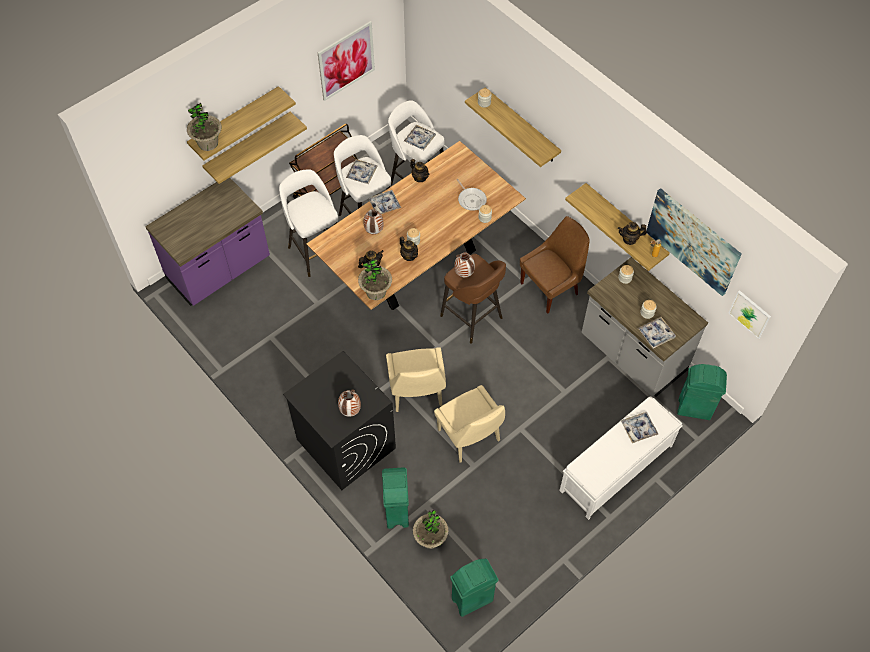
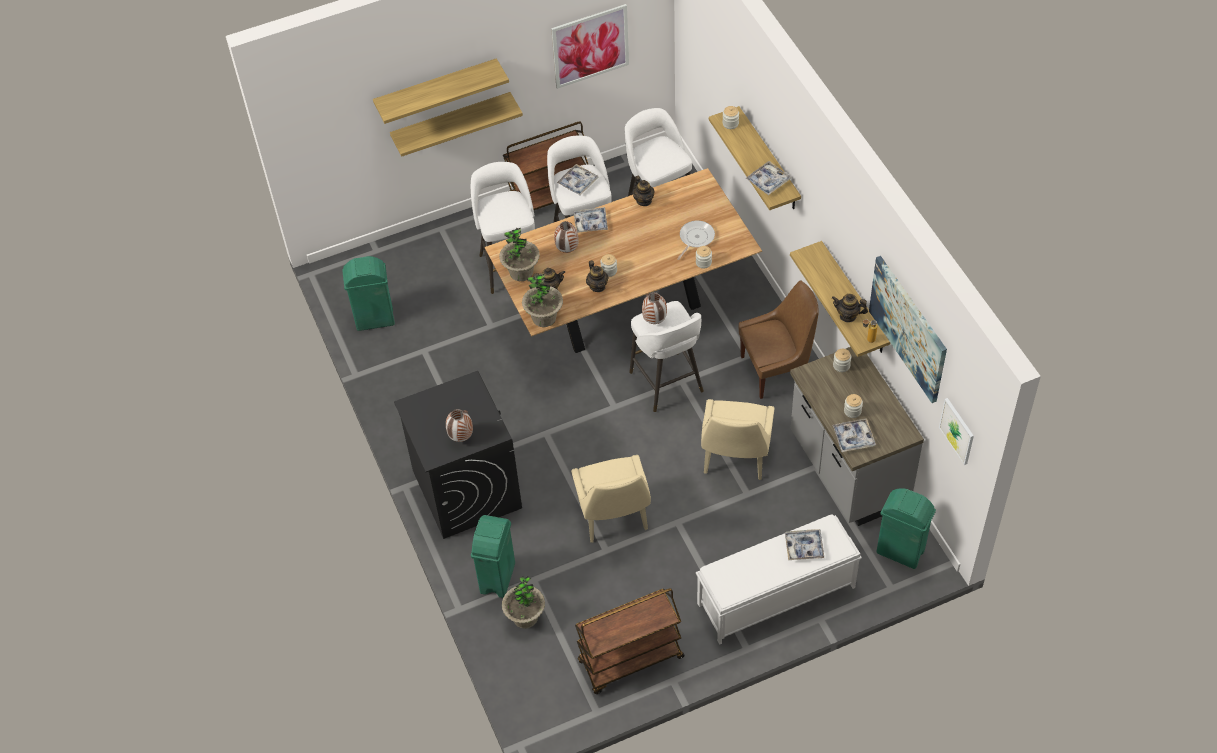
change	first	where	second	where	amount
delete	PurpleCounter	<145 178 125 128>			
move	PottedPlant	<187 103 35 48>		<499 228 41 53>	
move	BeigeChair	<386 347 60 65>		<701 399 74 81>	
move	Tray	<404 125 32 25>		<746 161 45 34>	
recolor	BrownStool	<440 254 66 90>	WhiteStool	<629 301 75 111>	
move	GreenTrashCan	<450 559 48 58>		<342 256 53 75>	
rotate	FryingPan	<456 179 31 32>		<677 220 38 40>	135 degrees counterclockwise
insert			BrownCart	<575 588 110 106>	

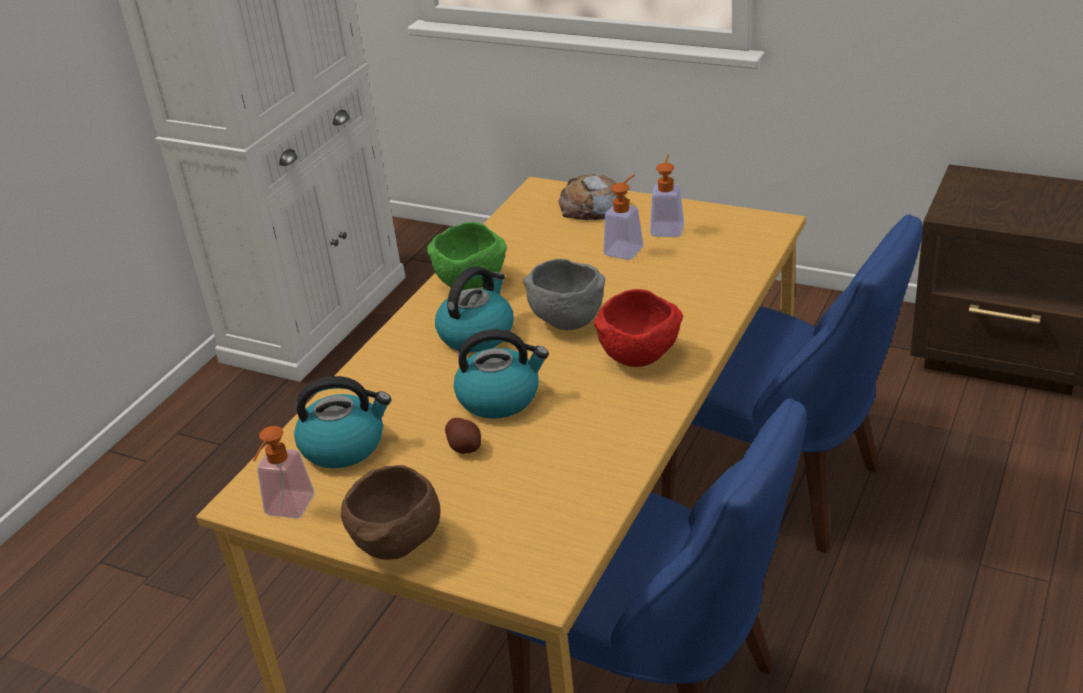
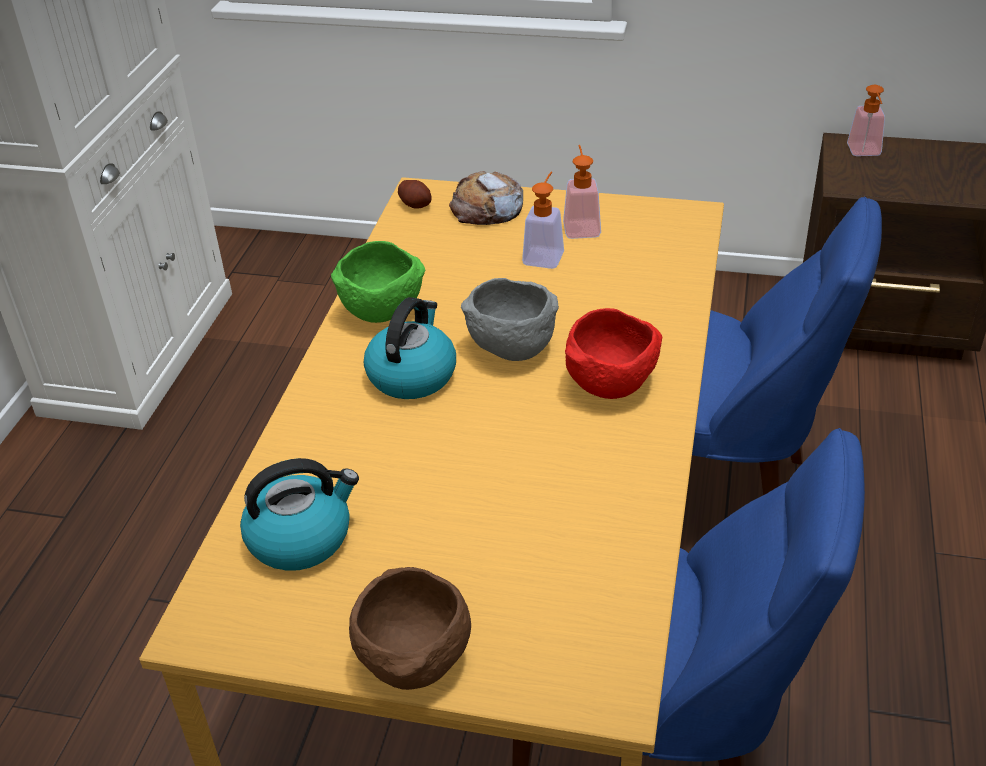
change	first	where	second	where	amount
move	SoapDispenser	<253 426 61 92>		<847 85 38 71>	
move	Potato	<445 418 36 36>		<398 180 34 29>	
delete	Kettle	<454 329 95 90>			

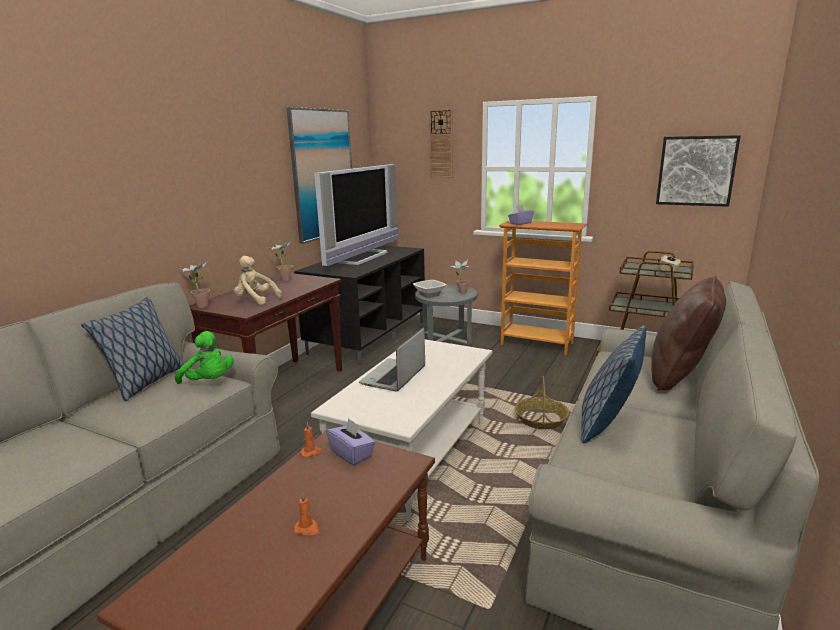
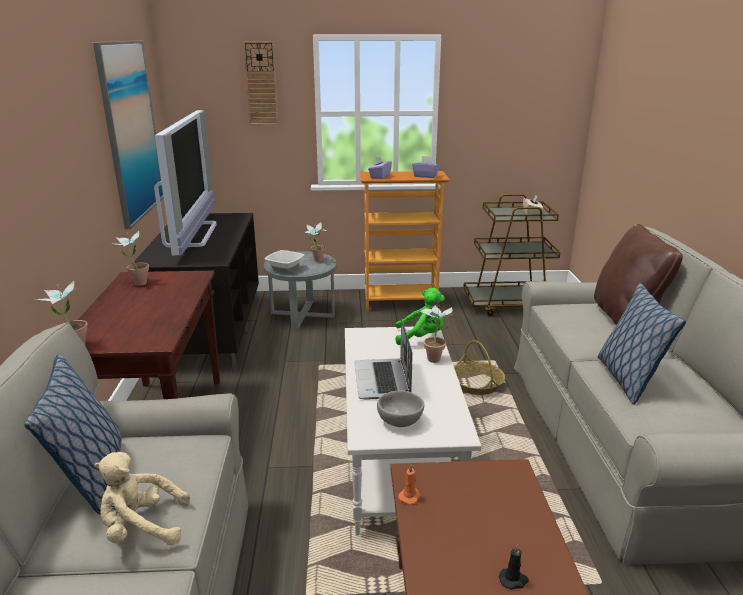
change	first	where	second	where	amount
move	GreenPlushToy	<175 331 59 53>		<396 288 49 57>	
move	BeigePlushToy	<234 256 48 49>		<95 452 95 93>	
recolor	OrangeCandle	<294 493 26 43>	BlackCandle	<499 544 30 46>	
move	PurpleTissueBox	<326 418 49 47>		<412 156 28 22>	
delete	Picture	<656 135 85 72>			
insert			GreyBowl	<377 390 47 37>	
insert			PottedPlant	<420 305 34 58>	

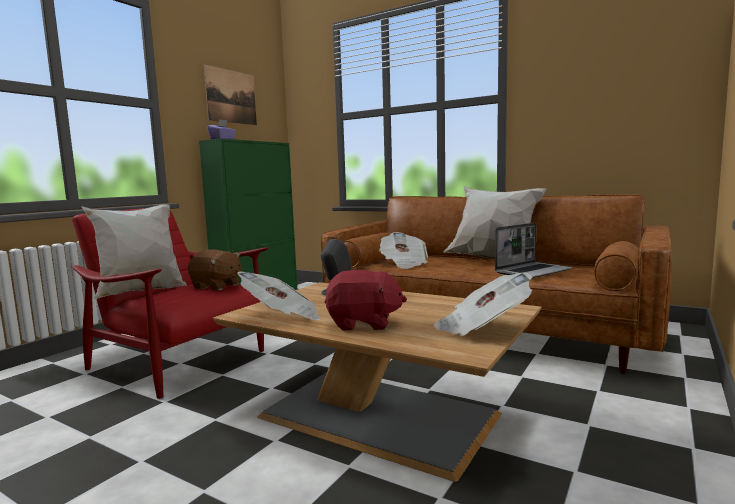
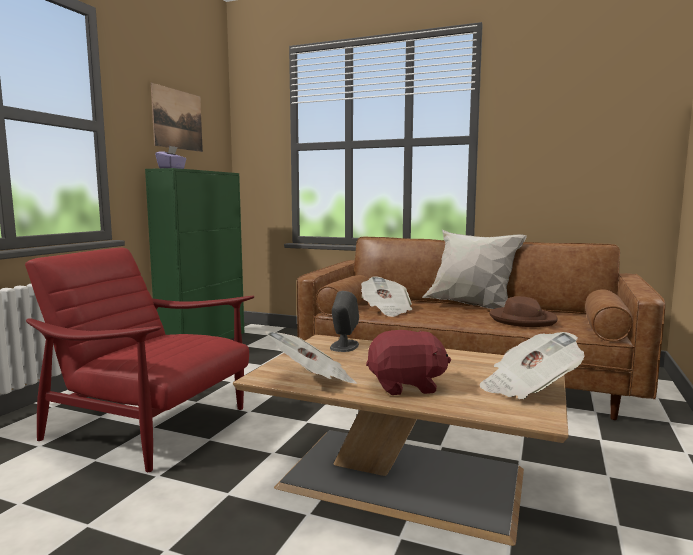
change	first	where	second	where	amount
delete	WhitePillow	<81 204 105 95>			
delete	BrownPlushToy	<188 249 53 41>			
replace	Laptop	<495 223 77 55>	BrownHat	<490 296 68 31>	

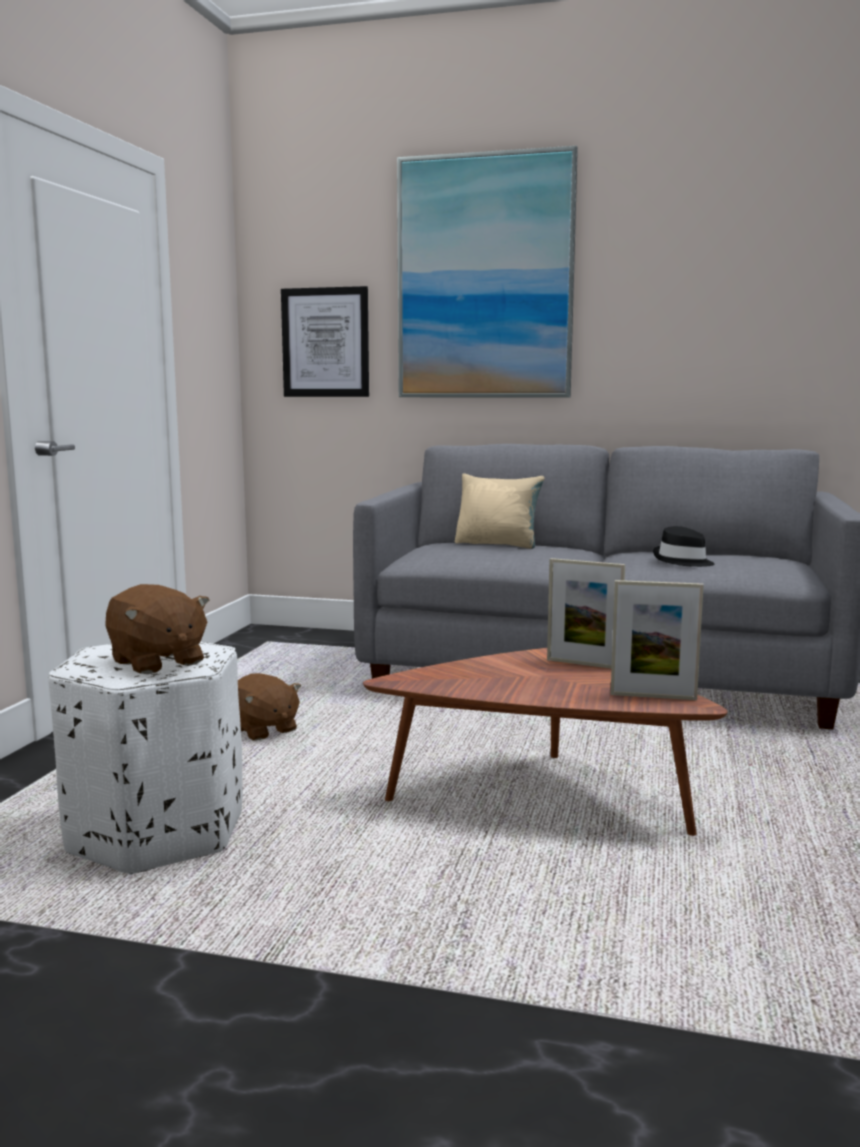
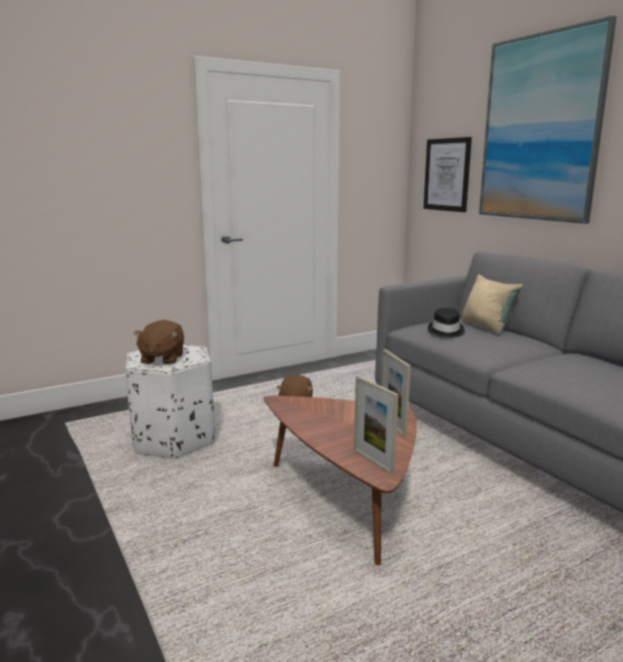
change	first	where	second	where	amount
move	BlackHat	<653 526 61 41>		<428 308 37 30>	

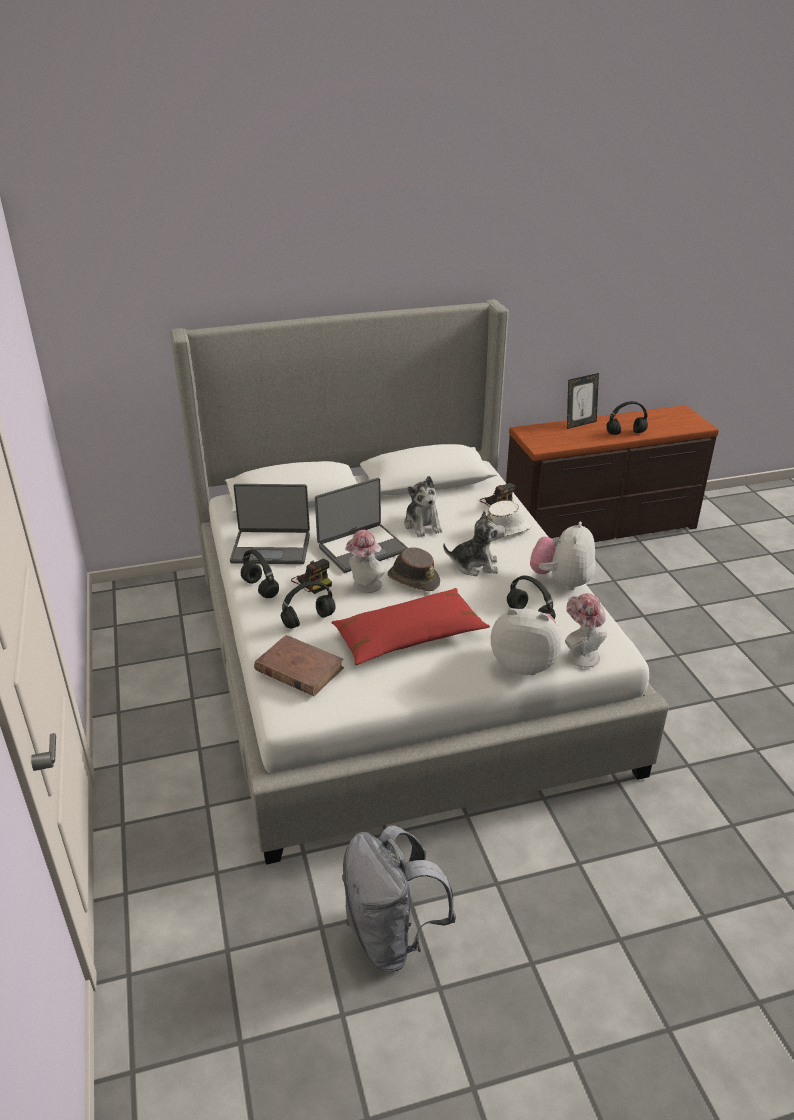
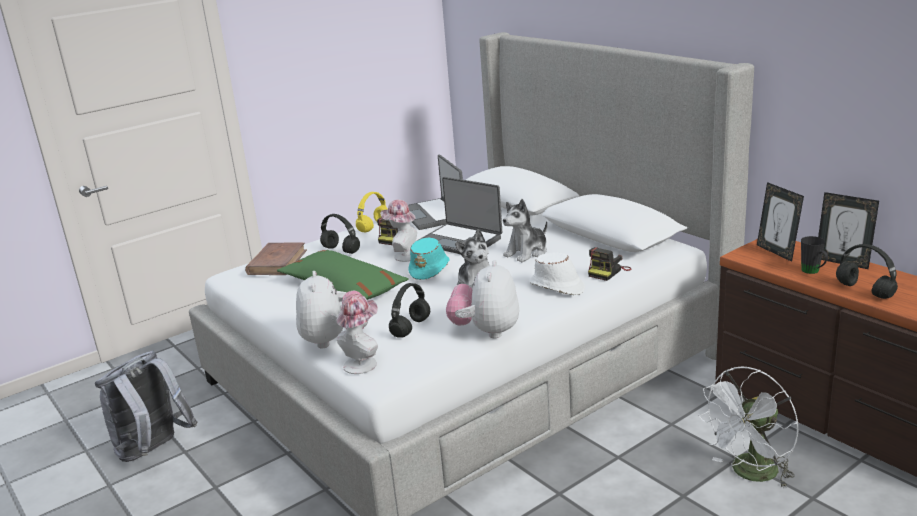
change	first	where	second	where	amount
recolor	BlackHeadphones	<241 549 38 49>	YellowHeadphones	<356 192 32 40>	
recolor	RedPillow	<332 588 158 77>	GreenPillow	<277 250 132 50>	
recolor	BrownHat	<388 547 52 44>	TurquoiseHat	<408 237 42 43>	
rotate	PlushToy	<530 522 66 68>		<446 260 73 78>	75 degrees counterclockwise
insert			WhiteFan	<698 367 100 122>	
insert			PictureFrame	<757 182 47 80>	
insert			BlackMug	<801 236 27 38>	

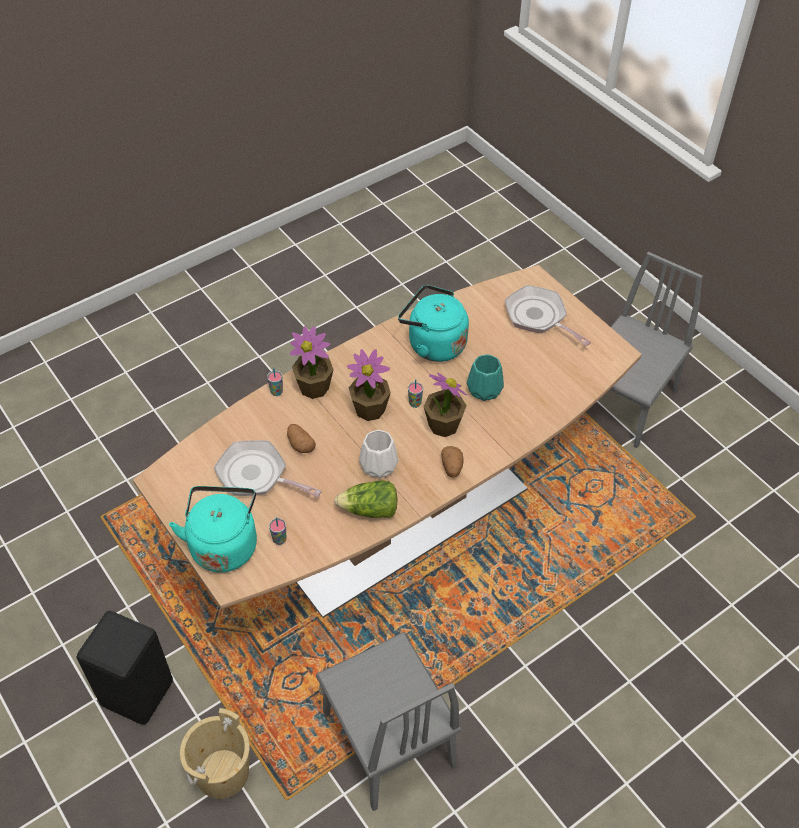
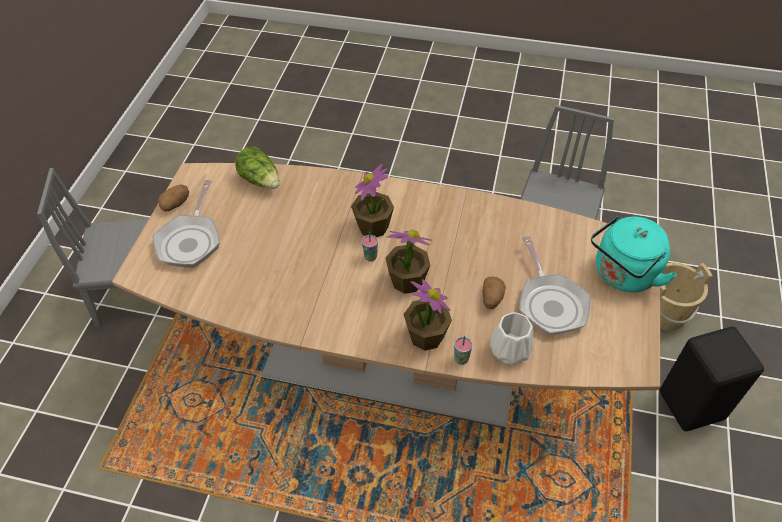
change	first	where	second	where	amount
delete	Cup	<269 517 17 28>			
move	Lettuce	<334 481 64 37>		<235 147 45 42>	
move	WhiteVase	<359 430 39 48>		<490 312 43 53>	
delete	TurquoiseKettle	<398 285 71 77>			
move	Potato	<441 446 23 32>		<158 184 31 28>	
delete	TurquoiseVase	<467 354 37 47>			

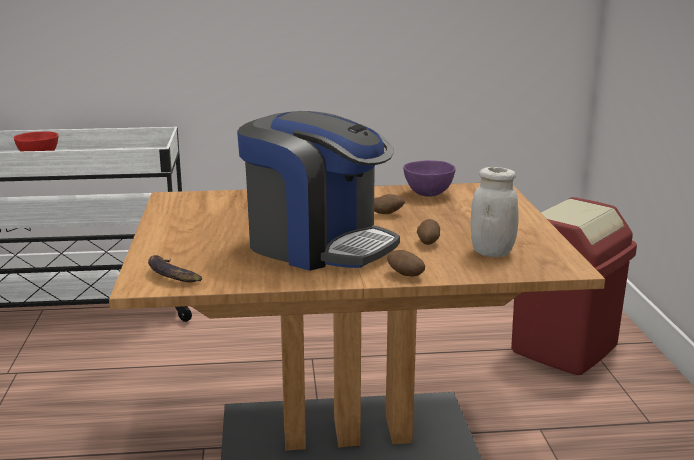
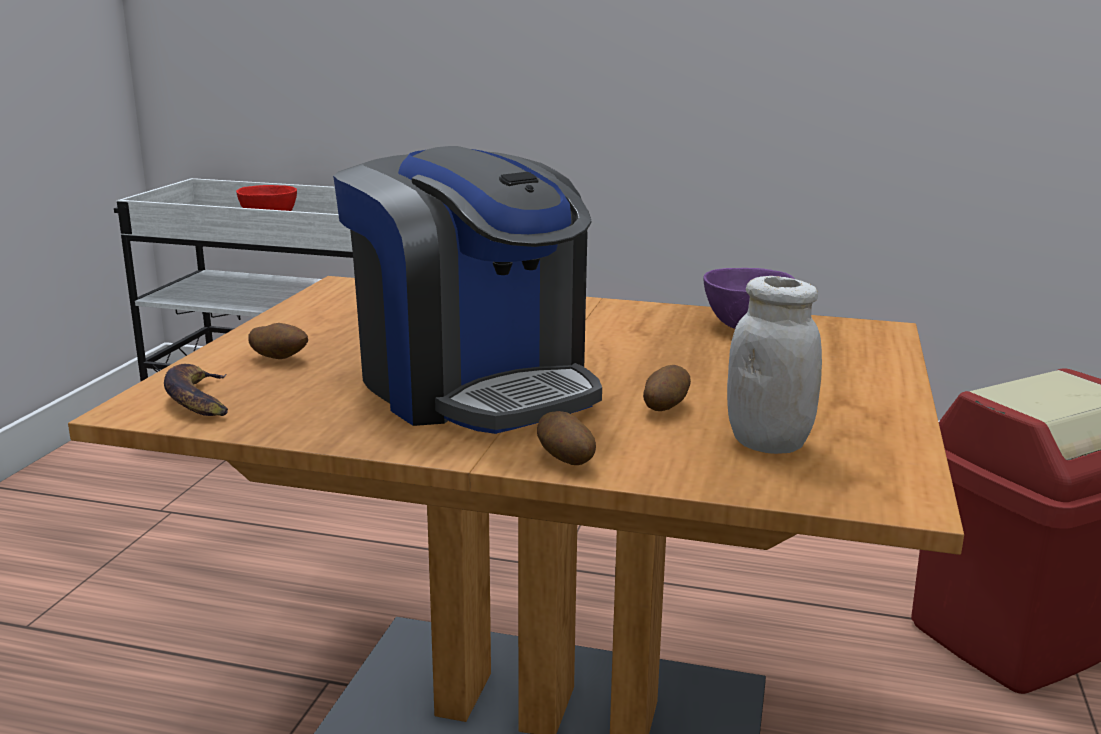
change	first	where	second	where	amount
move	Potato	<374 194 31 20>		<248 323 60 36>	

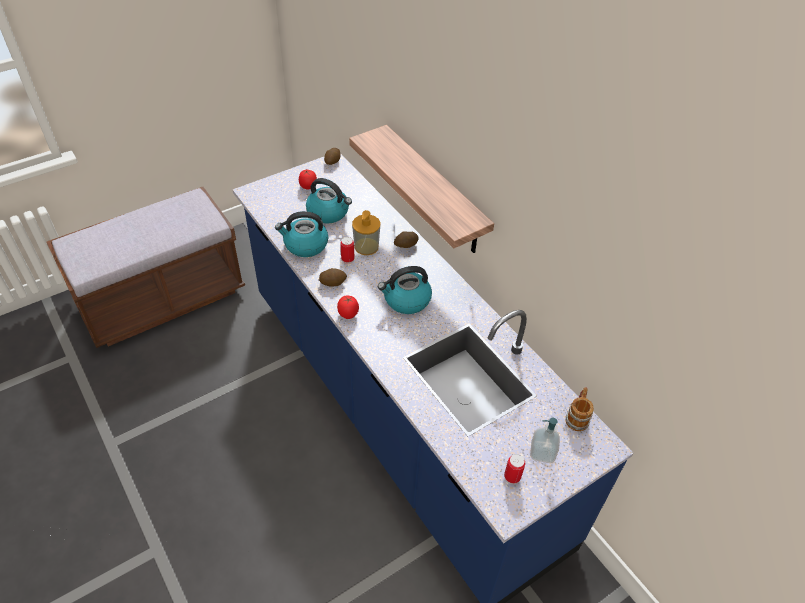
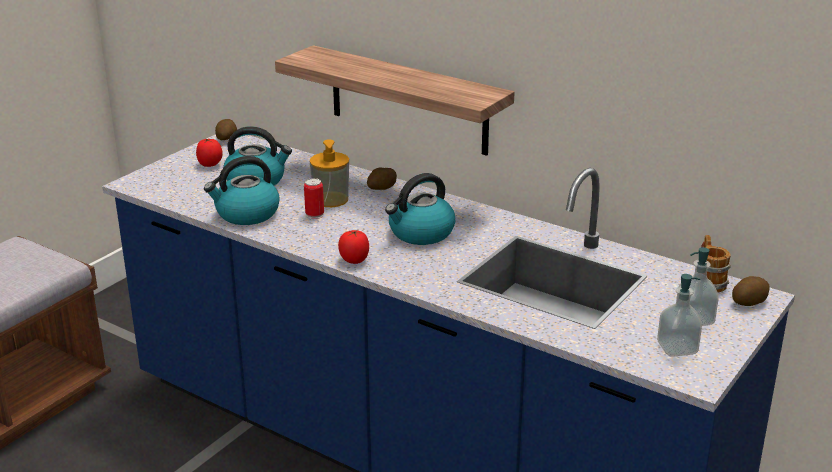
change	first	where	second	where	amount
move	Potato	<319 268 28 19>		<732 276 38 30>	
replace	Can	<504 454 21 30>	SoapDispenser	<657 274 45 83>	

